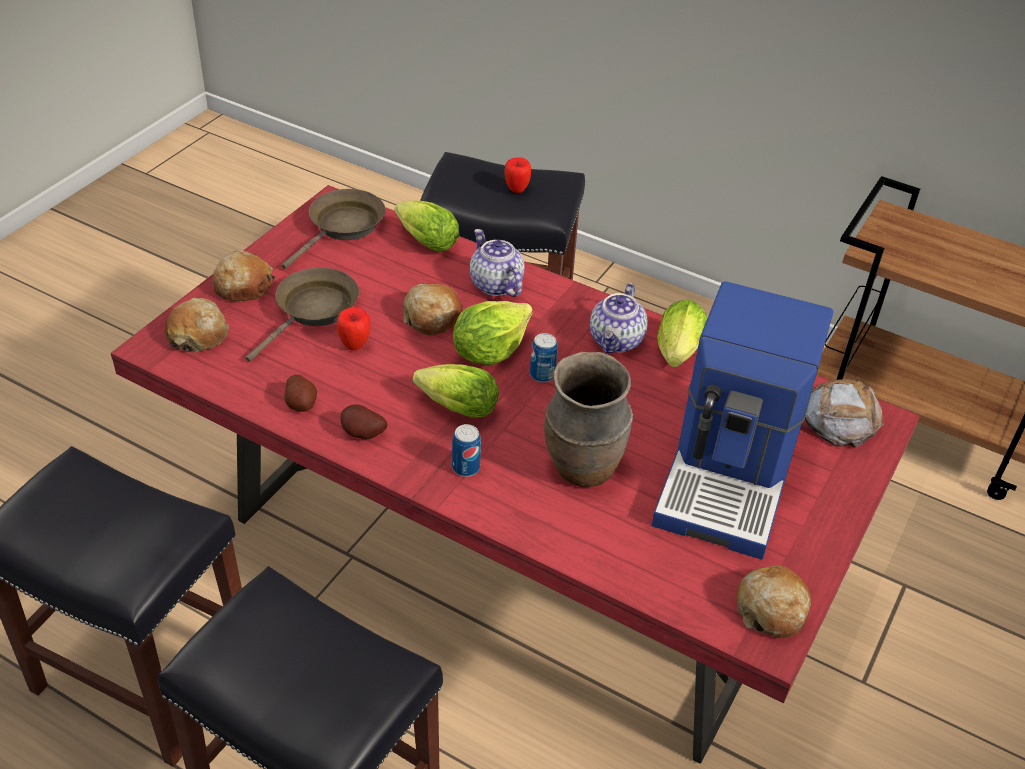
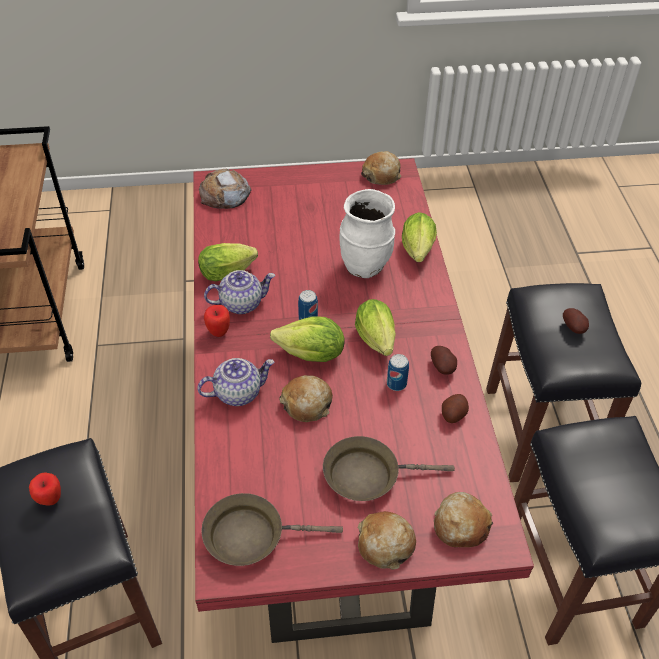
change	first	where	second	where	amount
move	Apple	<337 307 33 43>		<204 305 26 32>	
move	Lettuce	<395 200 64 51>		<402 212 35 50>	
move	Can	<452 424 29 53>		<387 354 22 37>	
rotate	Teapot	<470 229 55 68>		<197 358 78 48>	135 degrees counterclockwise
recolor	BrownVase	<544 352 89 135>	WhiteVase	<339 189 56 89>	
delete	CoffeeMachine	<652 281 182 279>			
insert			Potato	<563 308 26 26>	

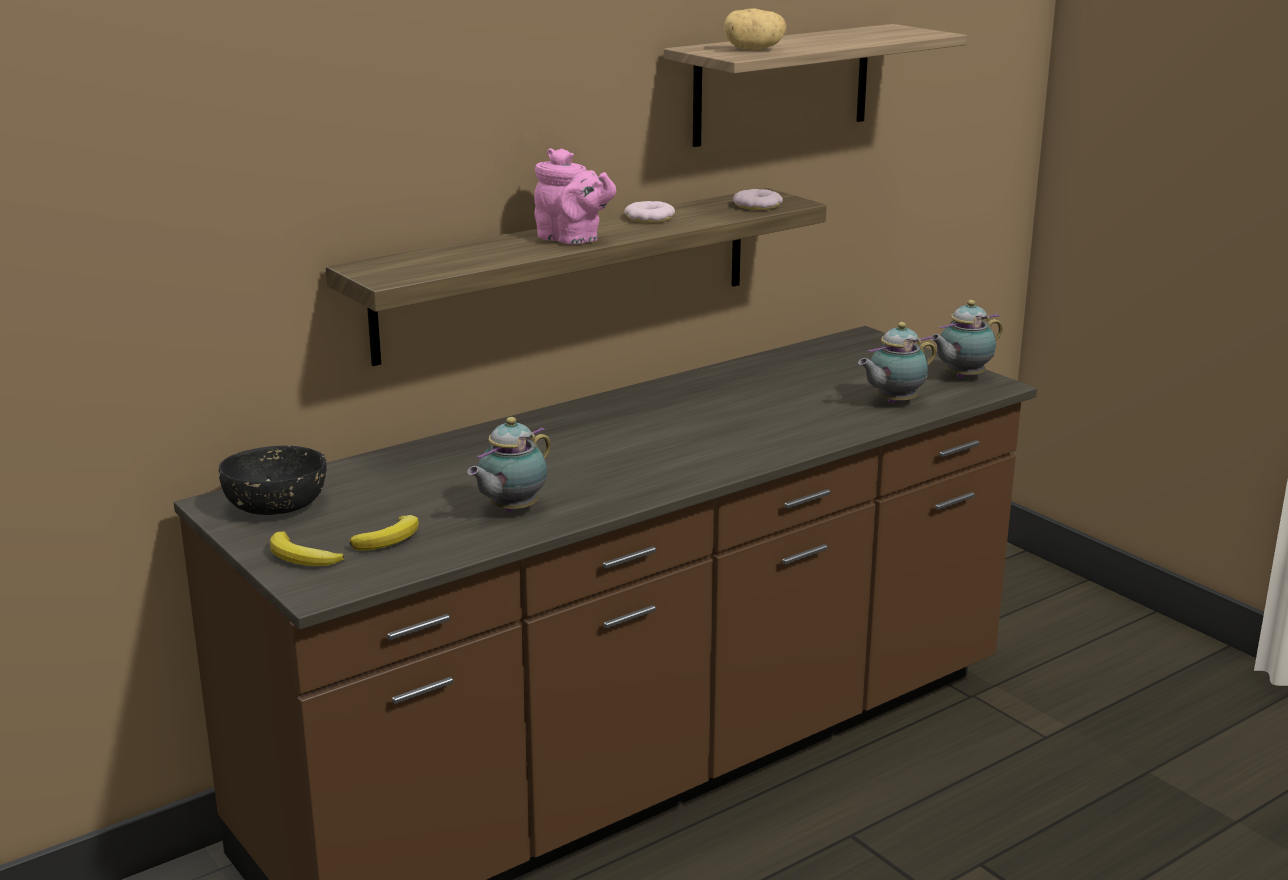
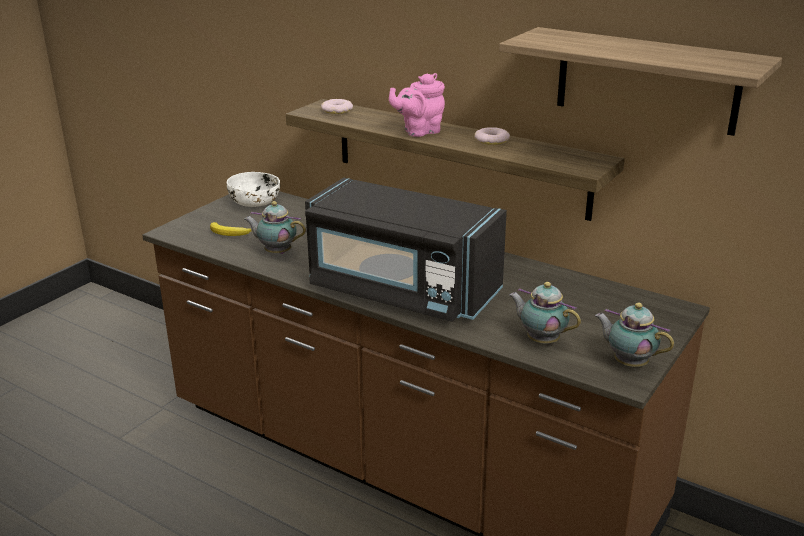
change	first	where	second	where	amount
recolor	BlackBowl	<219 446 108 69>	WhiteBowl	<227 172 53 35>	
delete	Banana	<270 532 75 34>			
rotate	PinkTeapot	<534 148 82 96>		<389 73 56 64>	45 degrees clockwise
delete	Potato	<724 8 62 42>			
move	Donut	<733 189 50 21>		<321 99 32 15>	
insert			BlackMicrowave	<305 178 202 144>	

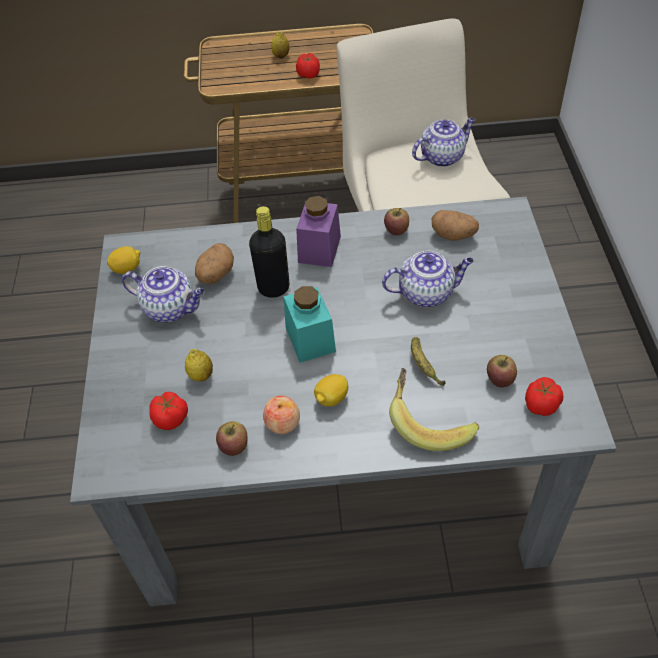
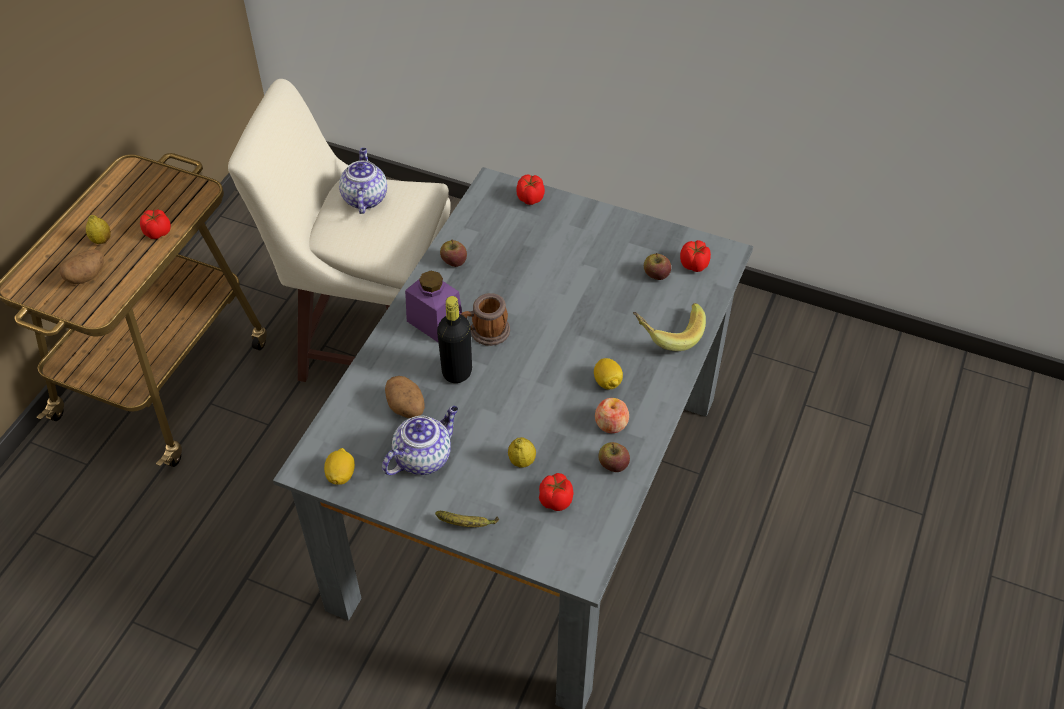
change	first	where	second	where	amount
delete	TurquoiseJar	<283 286 53 77>			
delete	Teapot	<382 251 92 56>			
move	Banana	<411 337 34 49>		<435 511 64 16>	
move	Potato	<432 210 47 31>		<59 249 45 35>	
insert			Mug	<461 293 49 53>	
insert			Tomato	<516 175 29 30>	

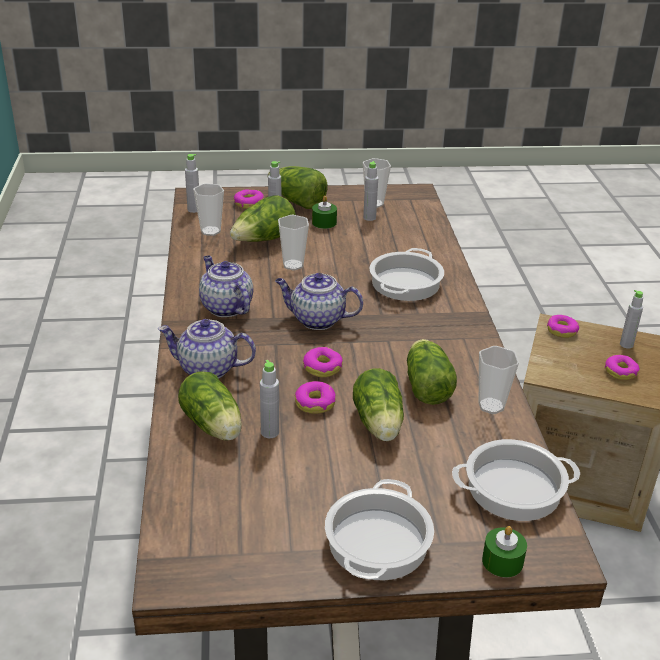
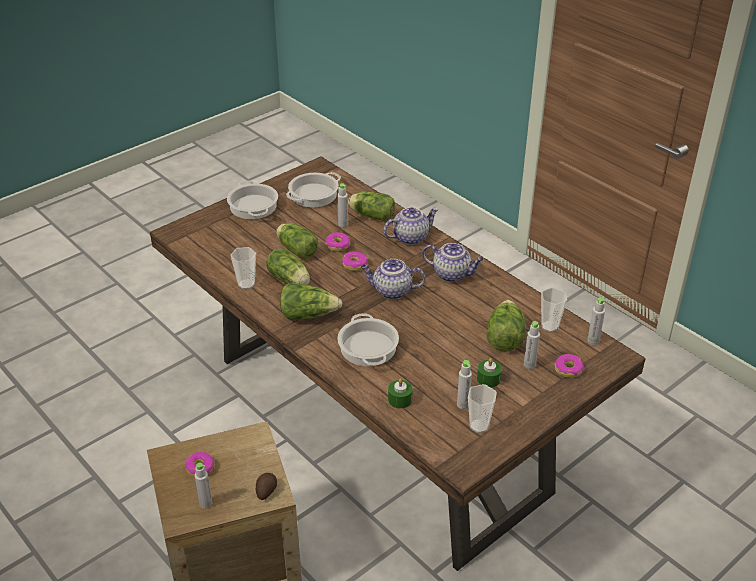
change	first	where	second	where	amount
move	Lettuce	<267 166 61 43>		<280 283 63 37>	
rotate	Teapot	<275 273 88 57>		<361 259 65 41>	150 degrees counterclockwise
delete	Cup	<278 215 31 55>			
move	CookingPot	<452 439 128 82>		<286 172 55 35>	
move	GreenCandle	<482 526 45 52>		<388 379 25 30>	
replace	Donut	<547 315 32 23>	Potato	<256 473 21 27>	

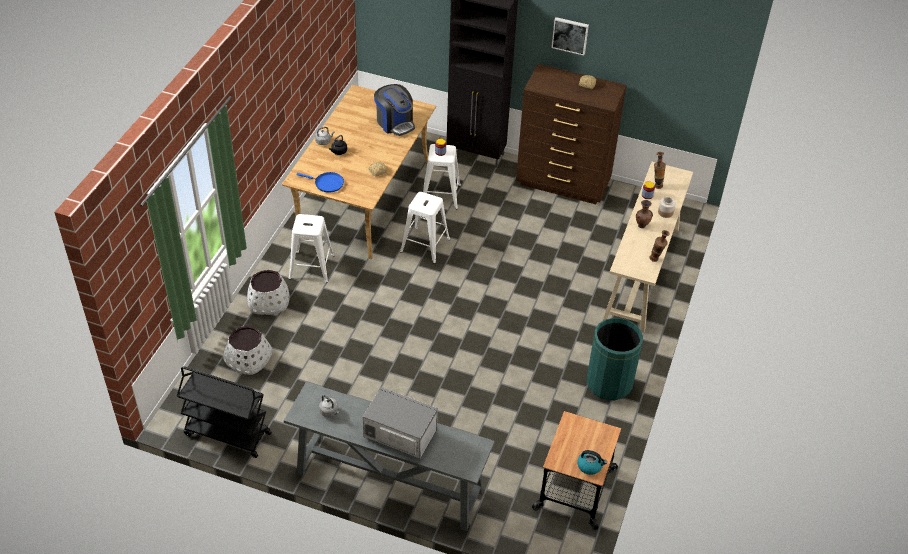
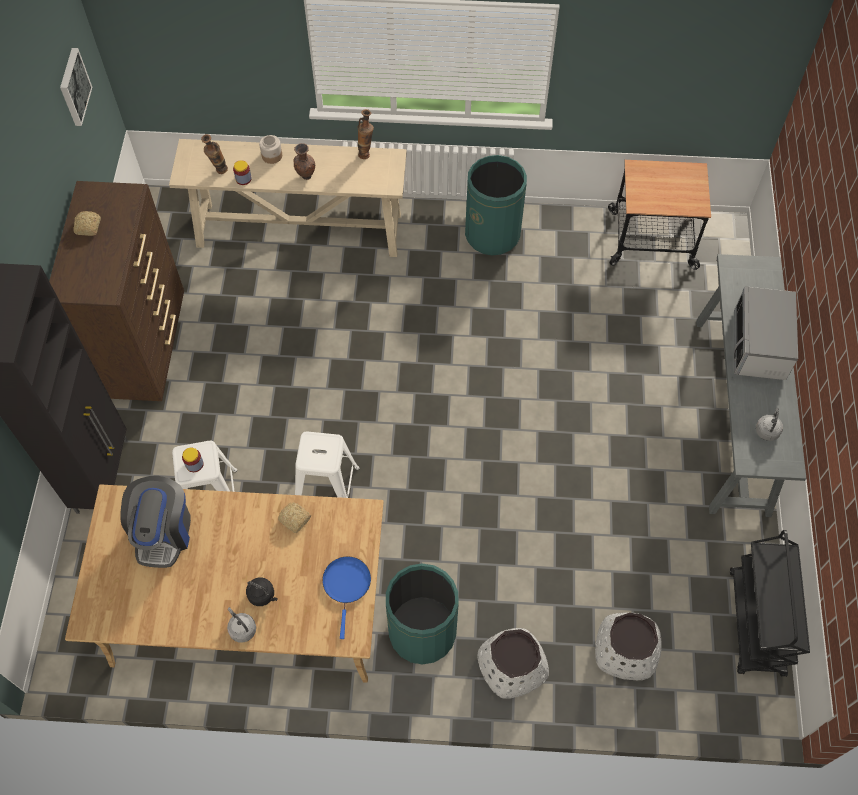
change	first	where	second	where	amount
replace	WhiteStool	<288 214 47 69>	GreenTrashCan	<386 563 73 101>	
rotate	CoffeeMachine	<374 84 41 52>		<121 476 70 92>	150 degrees clockwise
move	Picture	<551 17 38 39>		<60 48 32 78>	
delete	Kettle	<577 450 30 25>			

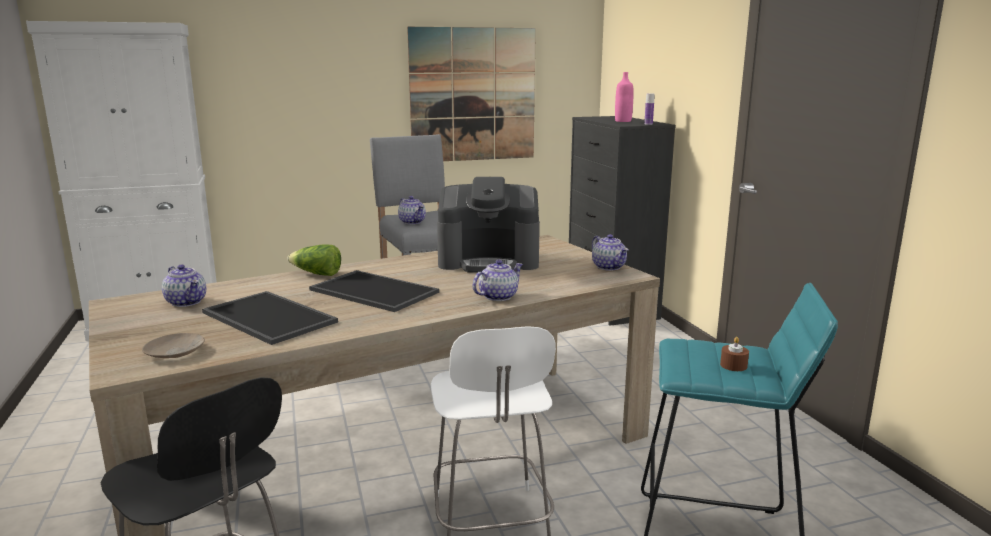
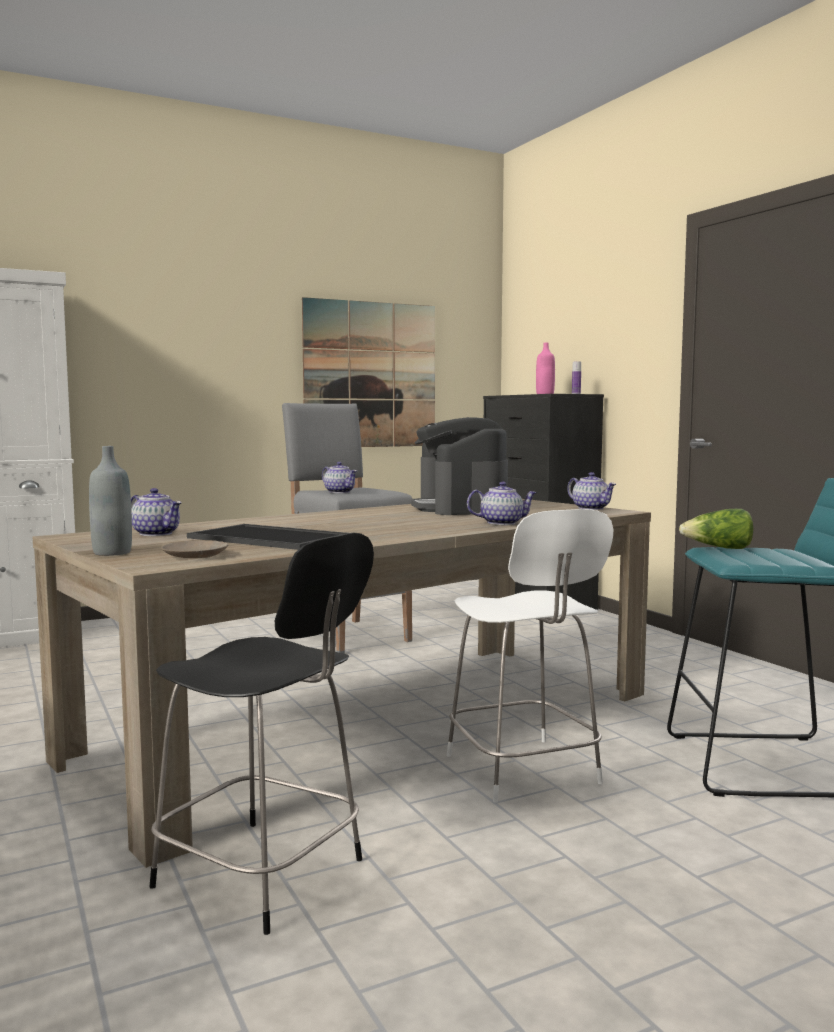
change	first	where	second	where	amount
move	Lettuce	<287 244 54 32>		<679 509 75 40>	
delete	Tray	<309 270 130 42>			
rotate	CoffeeMachine	<437 177 103 96>		<411 417 97 98>	90 degrees clockwise
rotate	Teapot	<473 260 50 41>		<467 482 70 43>	45 degrees clockwise
delete	BrownCandle	<720 337 29 34>			
insert			GreyBottle	<89 446 43 110>	

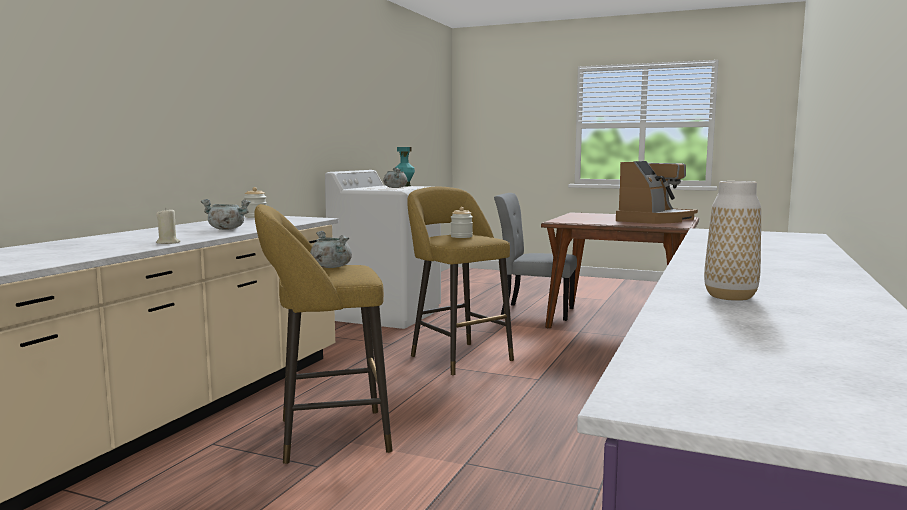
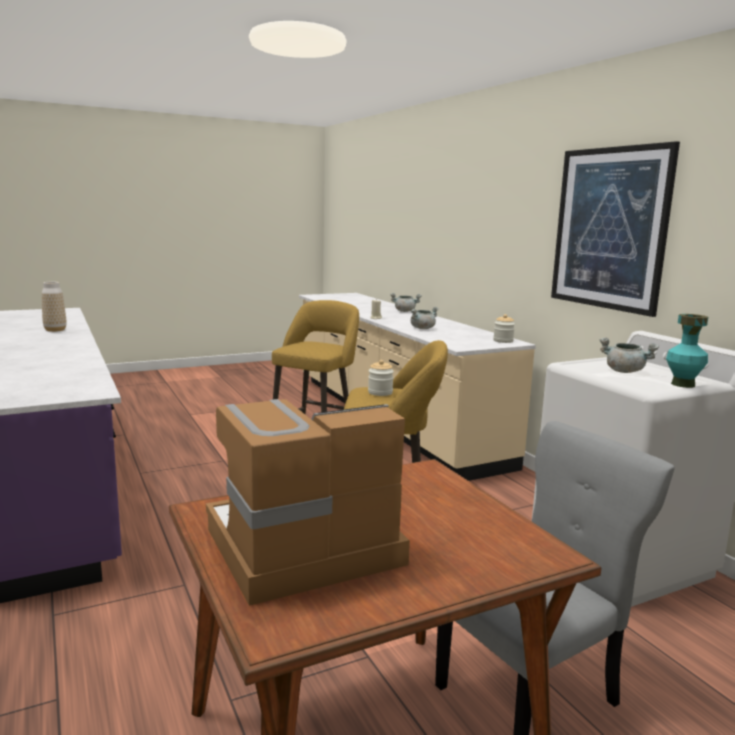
change	first	where	second	where	amount
move	GreyCookingPot	<310 231 42 37>		<390 293 32 19>	
rotate	CoffeeMachine	<616 161 82 63>		<206 399 204 207>	75 degrees clockwise
insert			Picture	<551 141 129 176>	

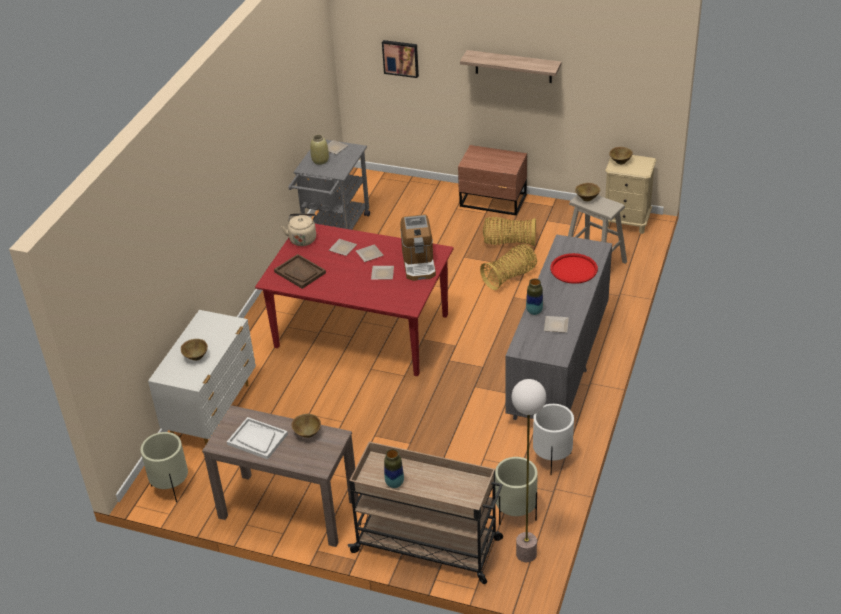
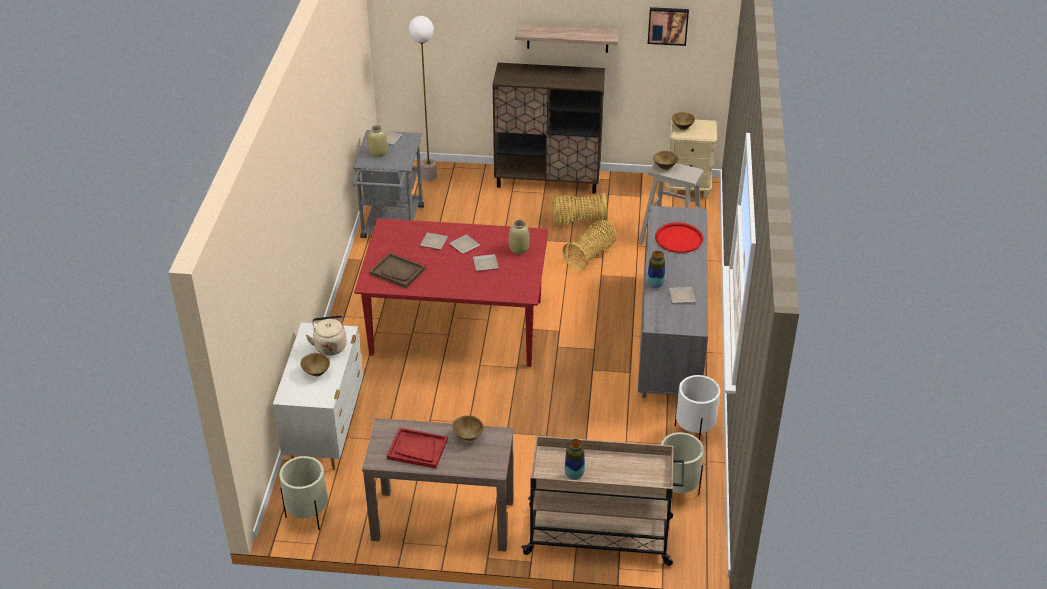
change	first	where	second	where	amount
recolor	WhiteTray	<227 417 61 43>	RedTray	<387 428 61 41>	
move	BeigeKettle	<281 214 35 32>		<306 315 41 41>	
move	Picture	<382 40 37 38>		<648 7 41 39>	
replace	CoffeeMachine	<400 214 36 67>	BeigeVase	<509 220 21 34>	
replace	BrownNightstand	<458 145 69 71>	BrownCabinet	<493 63 112 130>	
move	FloorLamp	<512 379 34 183>		<409 16 28 165>	

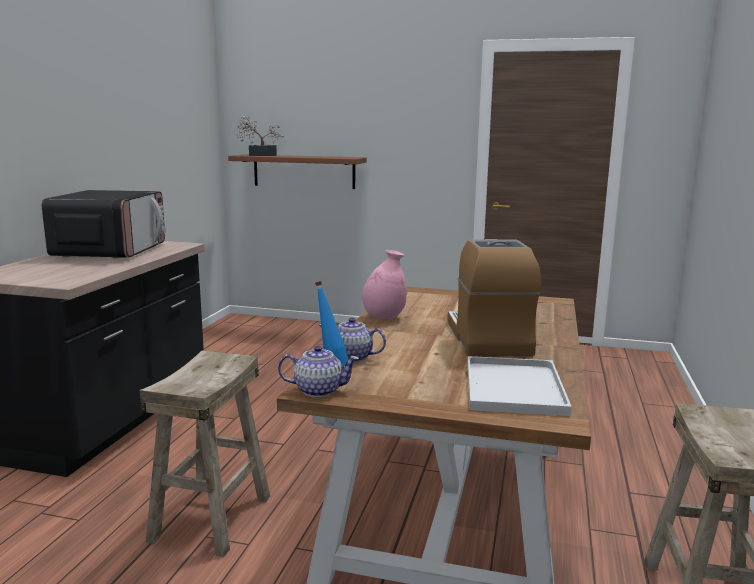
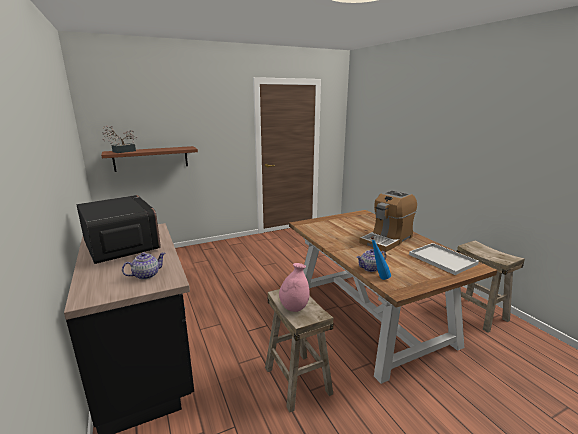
change	first	where	second	where	amount
move	Teapot	<278 345 81 52>		<122 252 43 28>	
move	PinkVase	<362 250 45 70>		<279 263 31 49>	
rotate	CoffeeMachine	<447 239 94 118>		<359 190 58 62>	90 degrees counterclockwise

